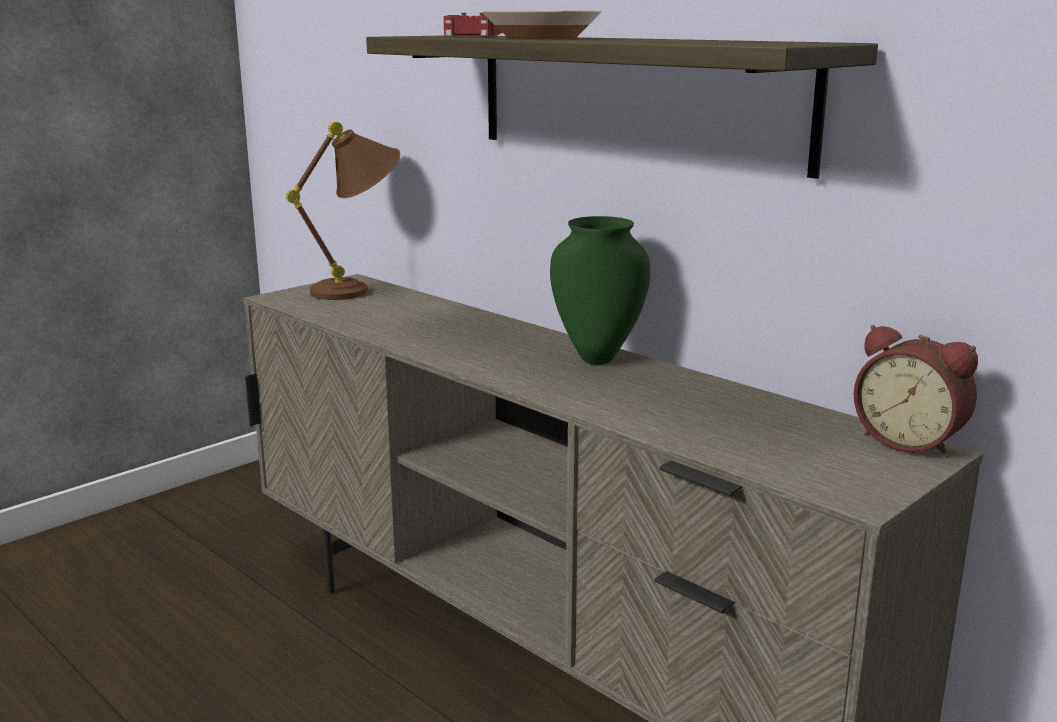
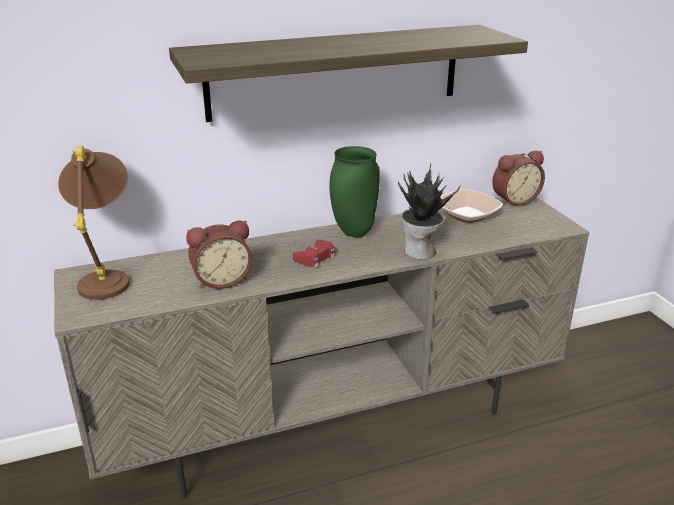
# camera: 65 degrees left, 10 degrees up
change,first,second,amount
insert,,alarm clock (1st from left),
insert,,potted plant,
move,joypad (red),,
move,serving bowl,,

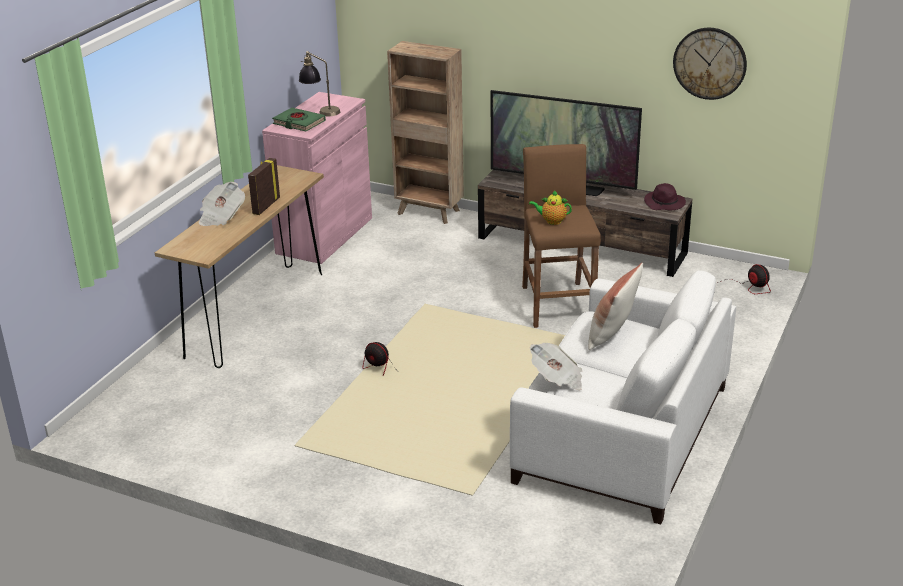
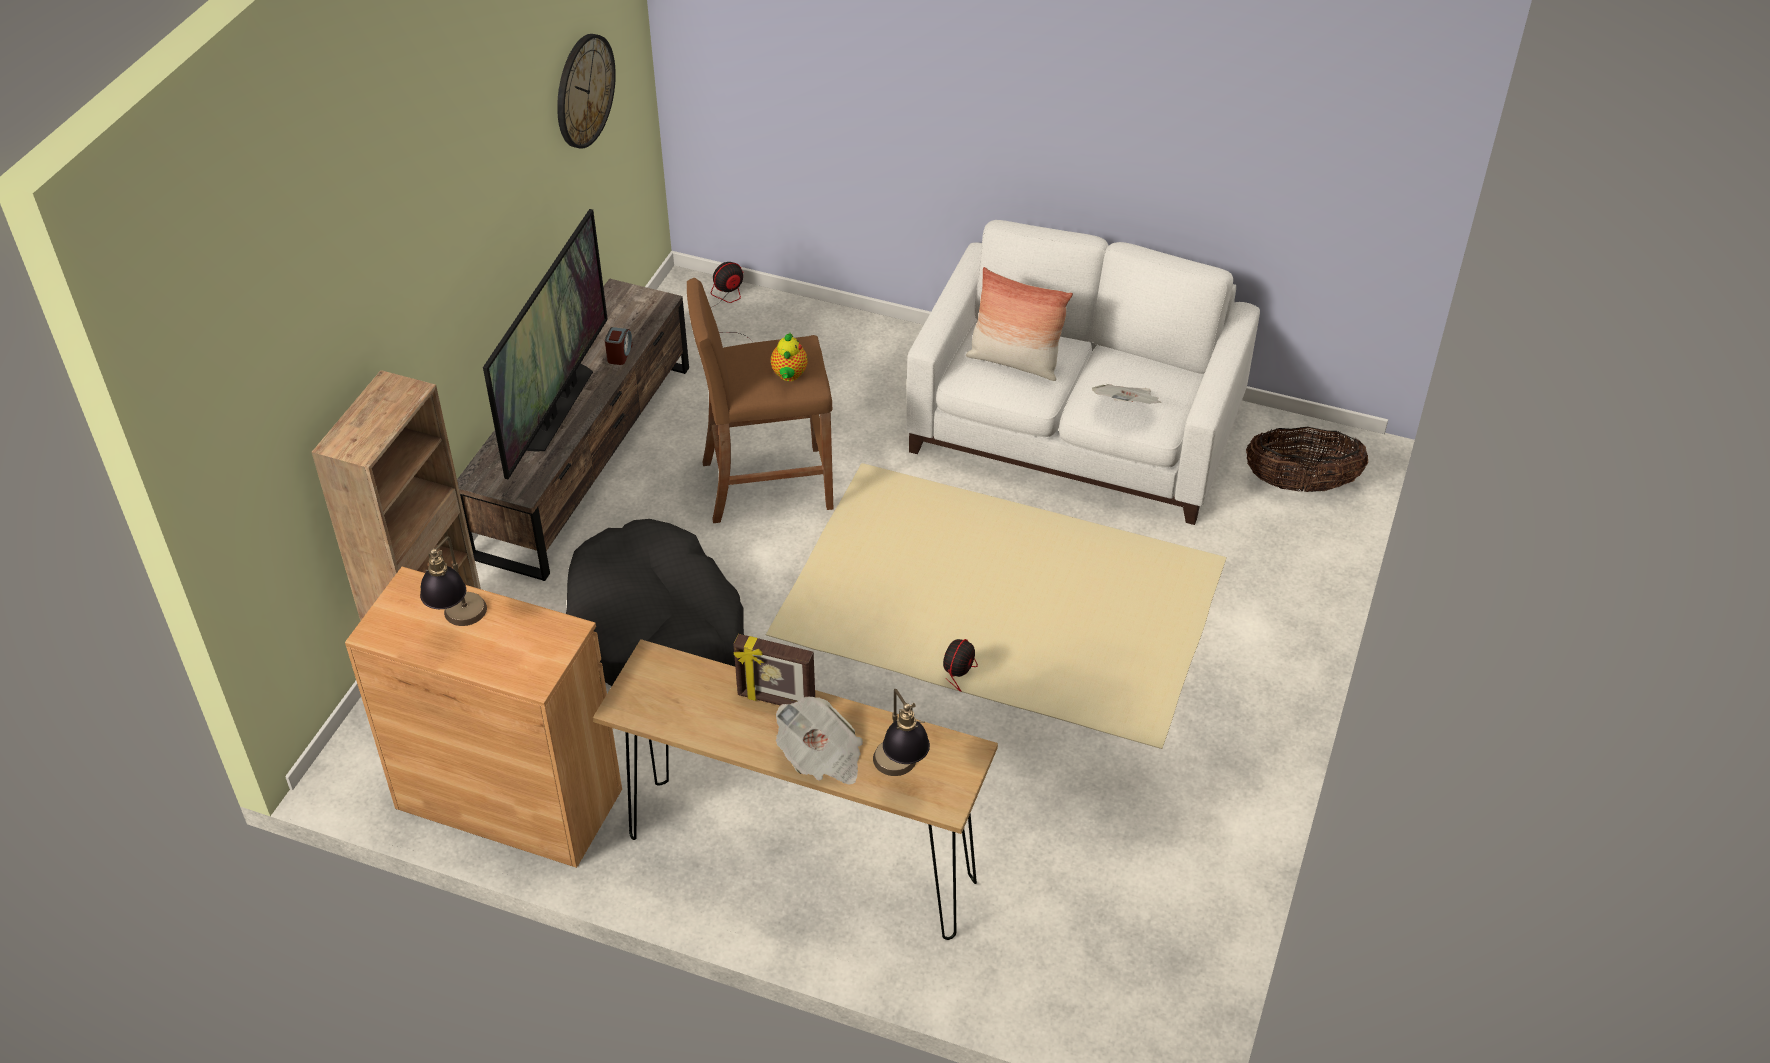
# camera: 95 degrees left, 15 degrees up
change,first,second,amount
delete,volume (greenish),,
delete,clothing hat (purple-coloured),,
insert,,pet bed (blackish),
insert,,alarm clock,
insert,,table lamp (2nd from left),
insert,,storage basket,
recolor,cupboard (pinkish),cupboard (brown),

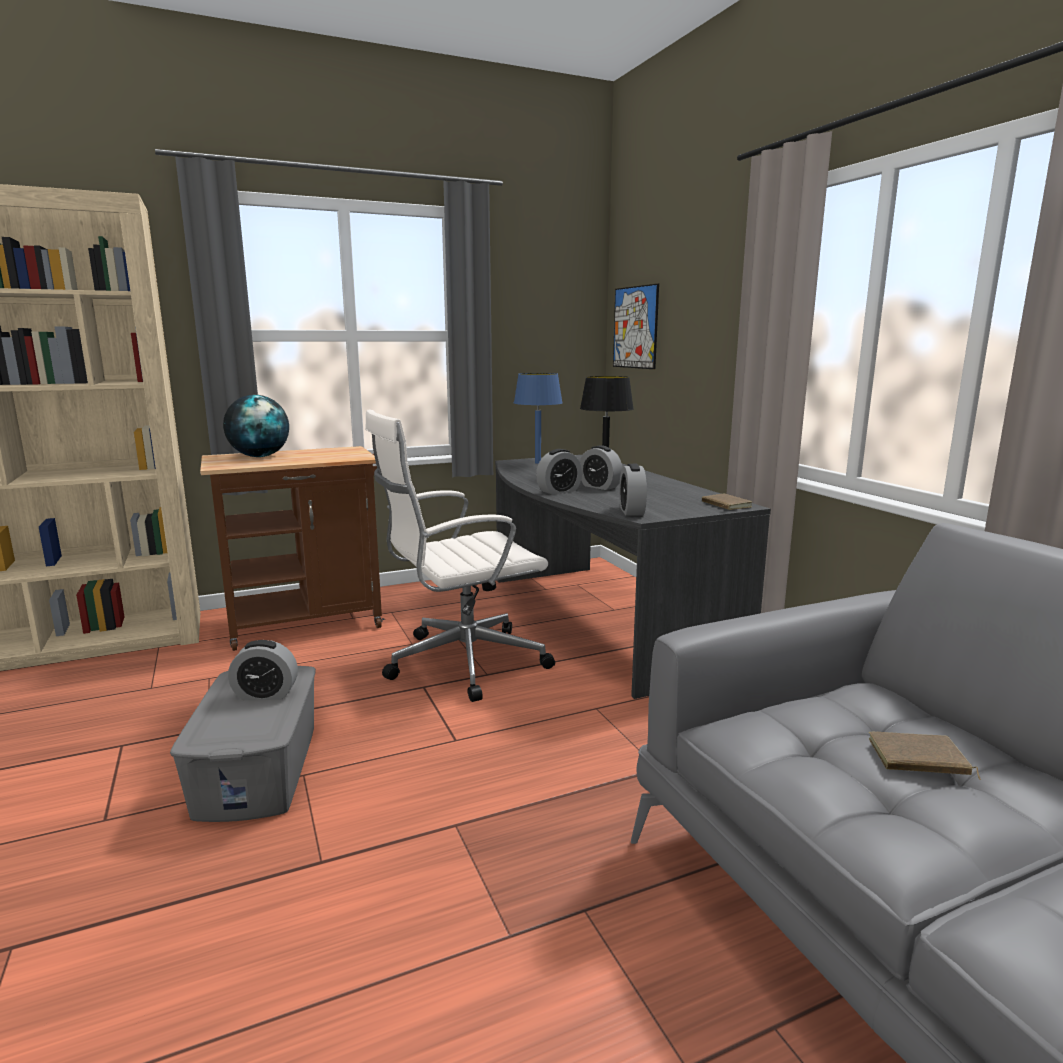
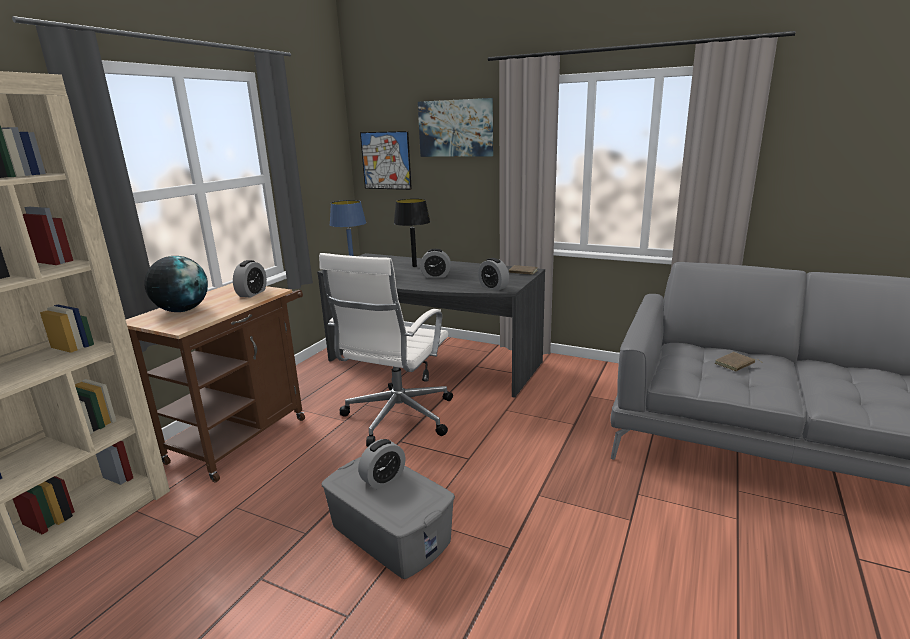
# camera: 40 degrees left, 5 degrees up
change,first,second,amount
insert,,wall art (2nd from left),
move,alarm clock (2nd from left in the first image),alarm clock (1st from left),

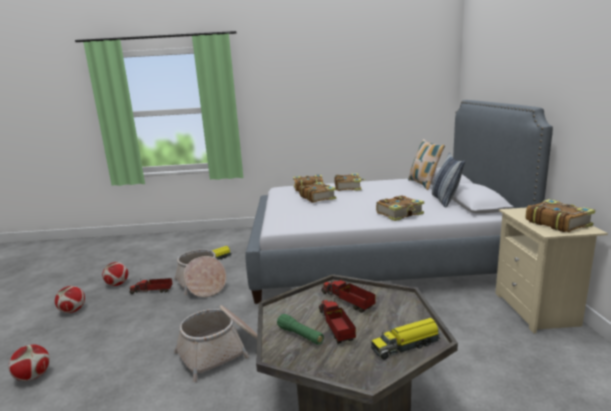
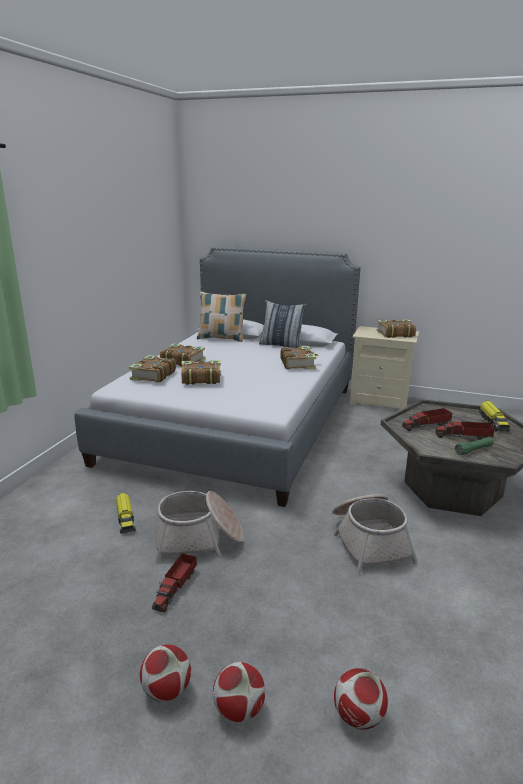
# camera: 70 degrees left, 5 degrees up
change,first,second,amount
move,ball for football (3rd from left in the first image),ball for football (2nd from left),

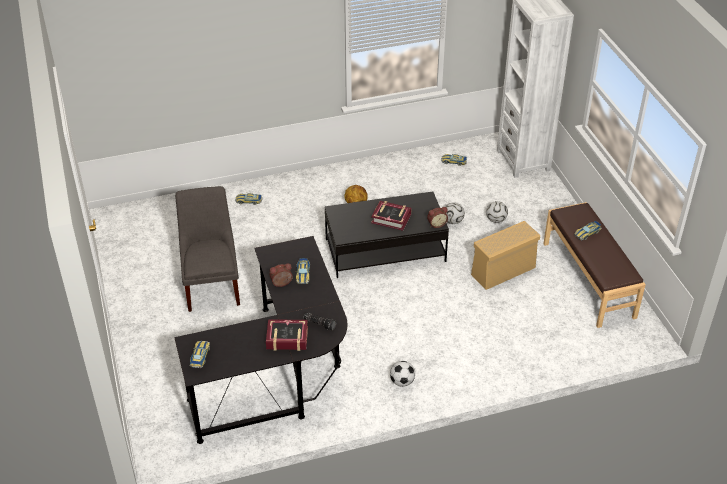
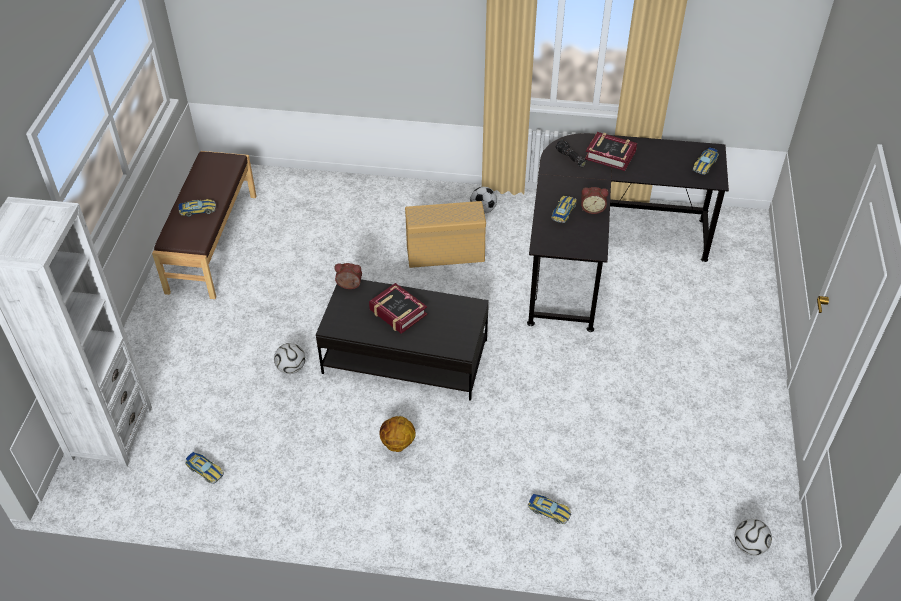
# camera: 155 degrees left, 5 degrees up
change,first,second,amount
delete,plain chair (gray),,
move,storage box (beige-coloured),,
move,ball for football (3rd from left),,

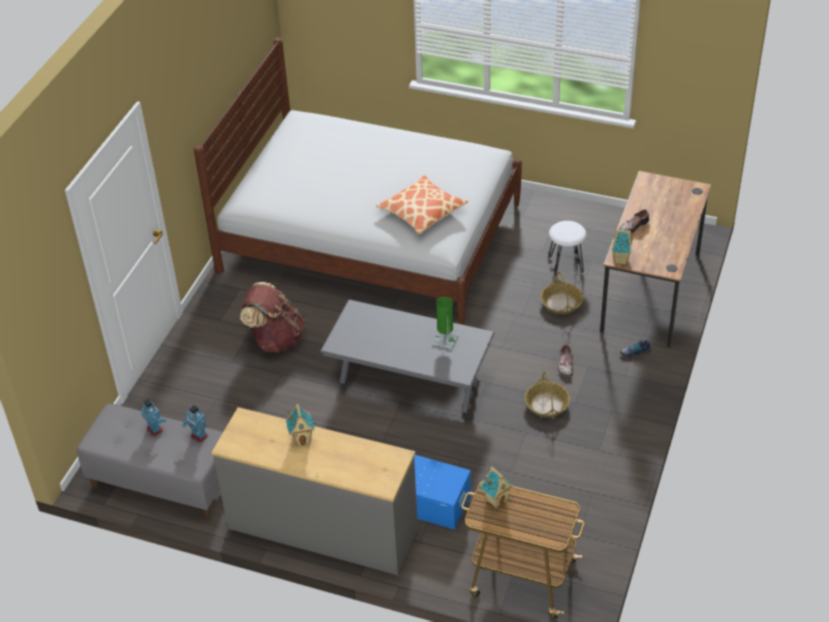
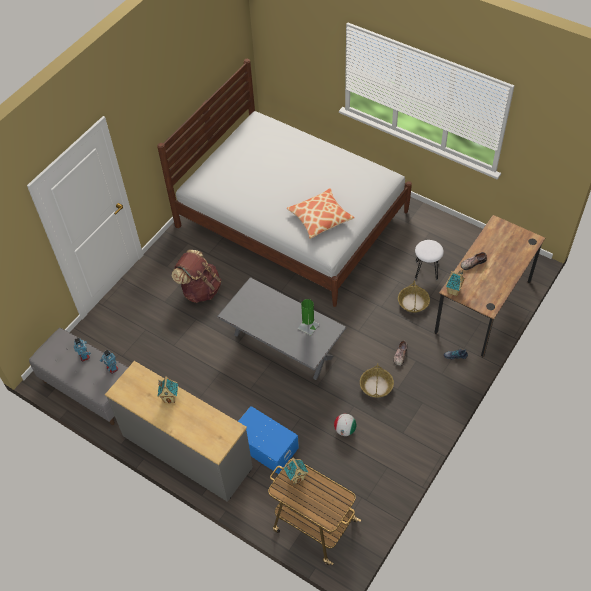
# camera: 15 degrees right, 10 degrees up
change,first,second,amount
insert,,ball for football,

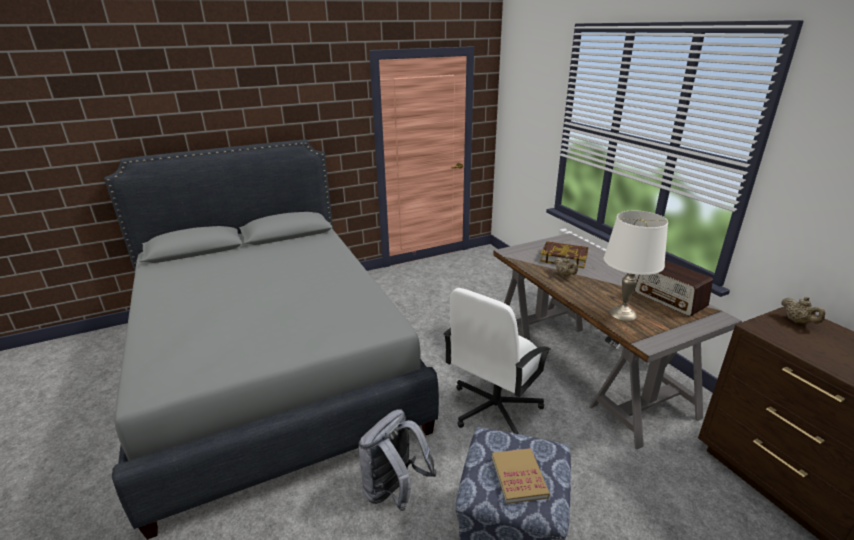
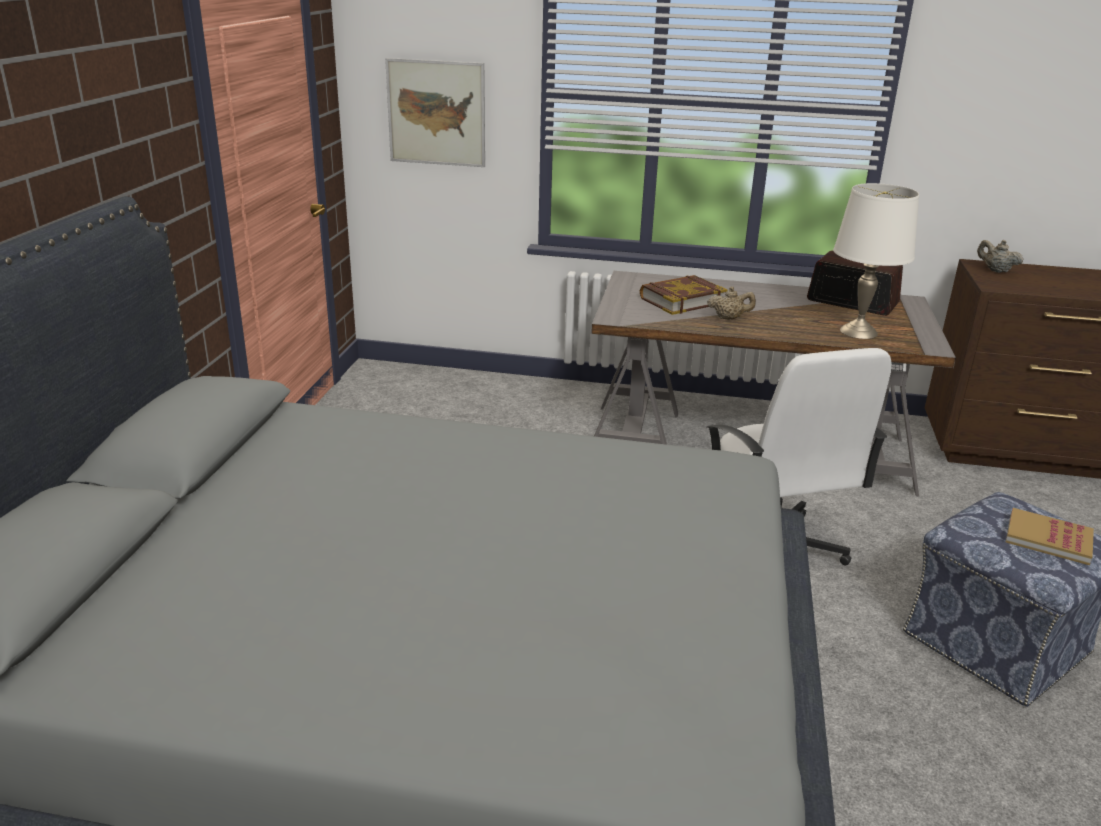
# camera: 55 degrees left, 0 degrees up
change,first,second,amount
delete,backpack (gray),,
insert,,wall art,
rotate,radio receiver,,150 degrees counterclockwise
rotate,teapot (beige-coloured) (2nd from left),,150 degrees counterclockwise

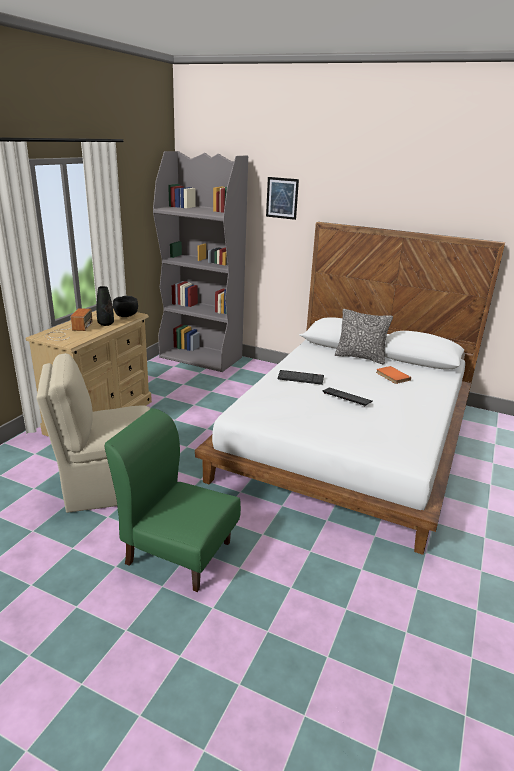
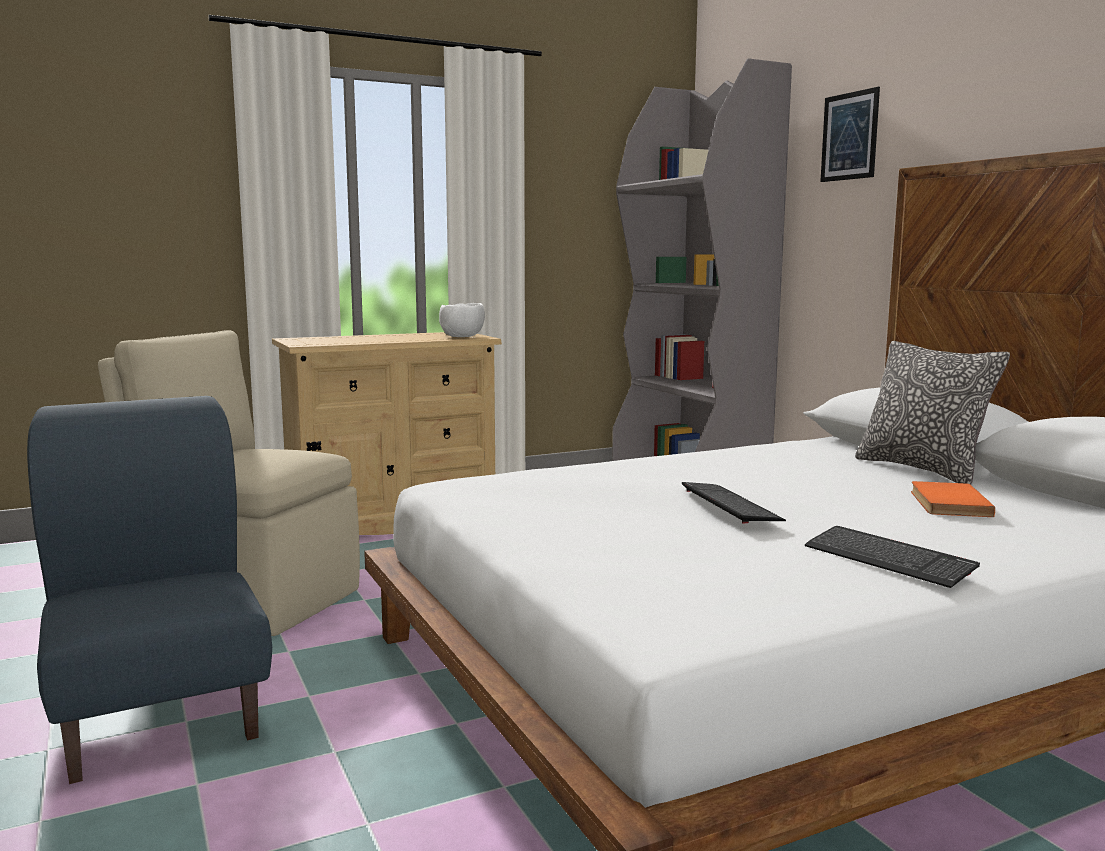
# camera: 40 degrees right, 15 degrees down
change,first,second,amount
delete,radio receiver,,
delete,vase (blackish),,
move,PC keyboard (1st from left in the first image),PC keyboard (2nd from left),
recolor,plain chair (greenish),plain chair (blue),
recolor,serving bowl (blackish),serving bowl (white-coloured),

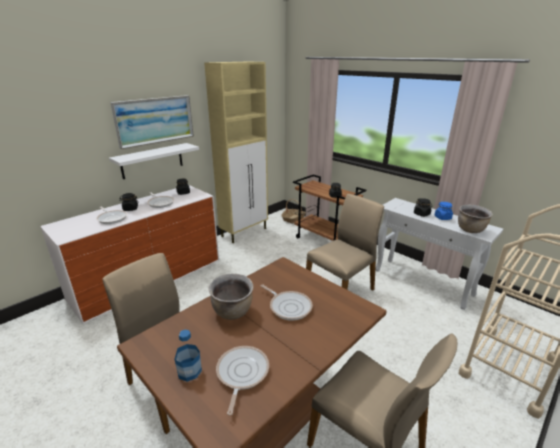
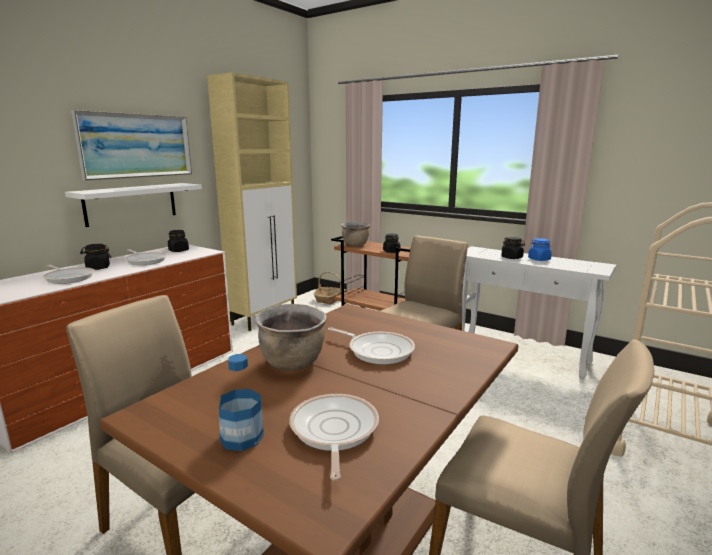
# camera: 10 degrees left, 10 degrees down
change,first,second,amount
move,saucepot (brown) (2nd from left),,

